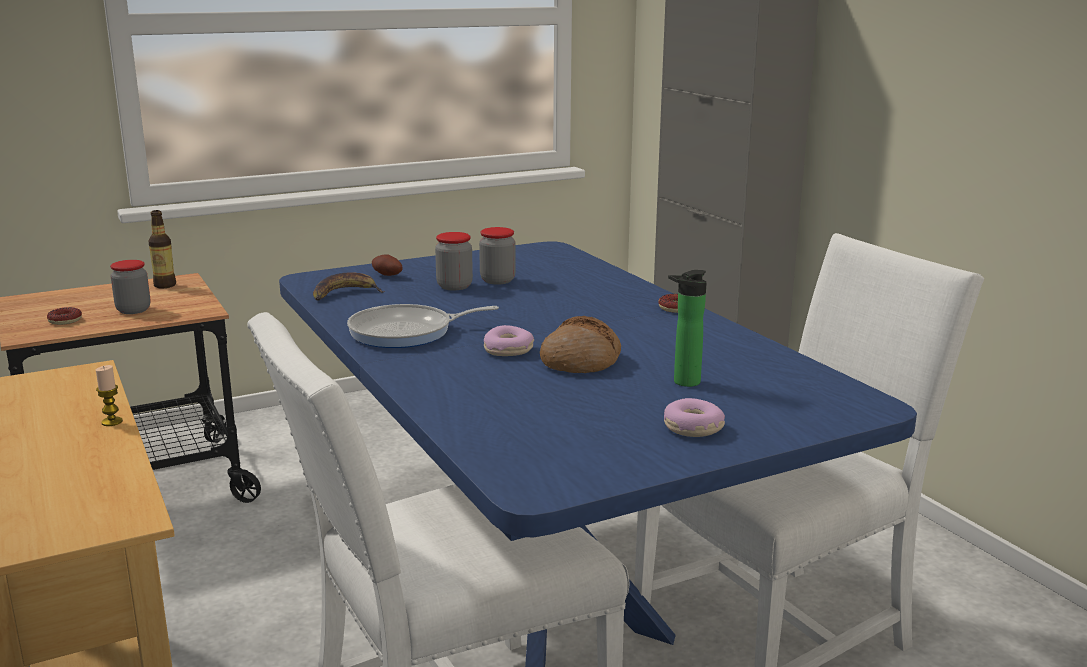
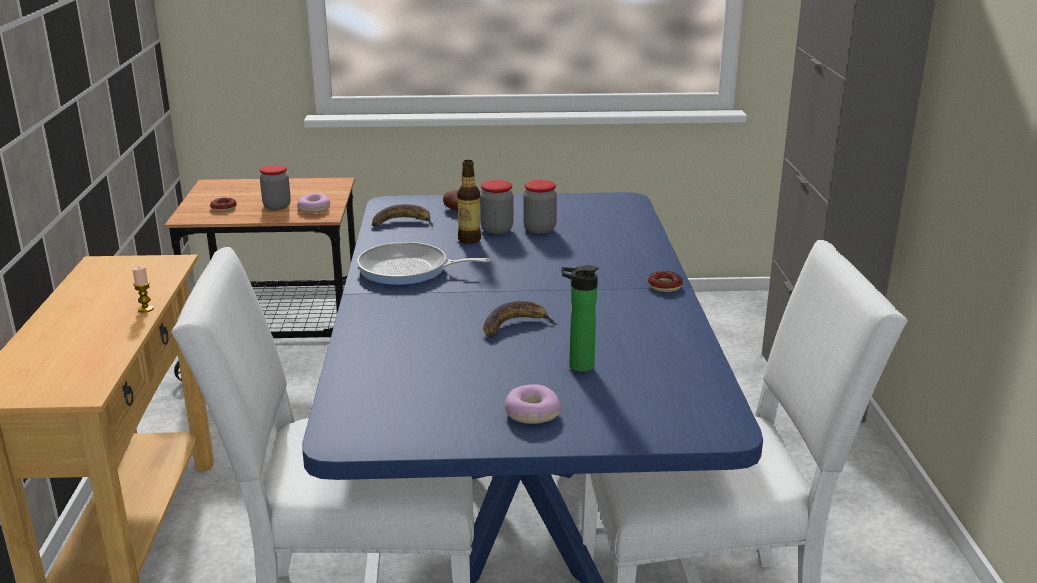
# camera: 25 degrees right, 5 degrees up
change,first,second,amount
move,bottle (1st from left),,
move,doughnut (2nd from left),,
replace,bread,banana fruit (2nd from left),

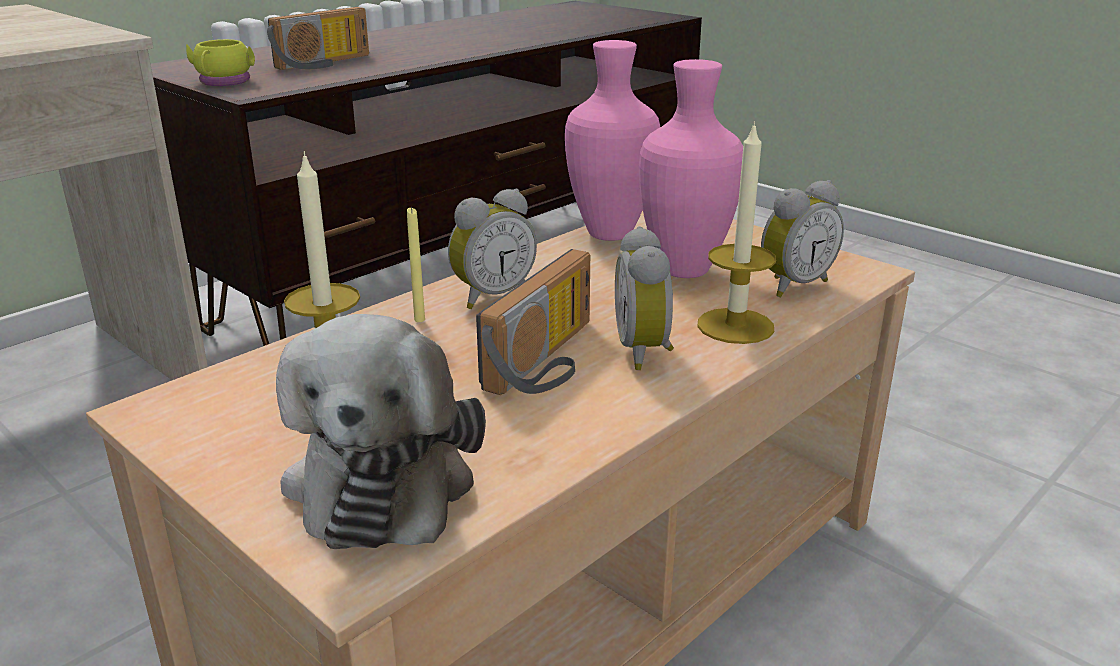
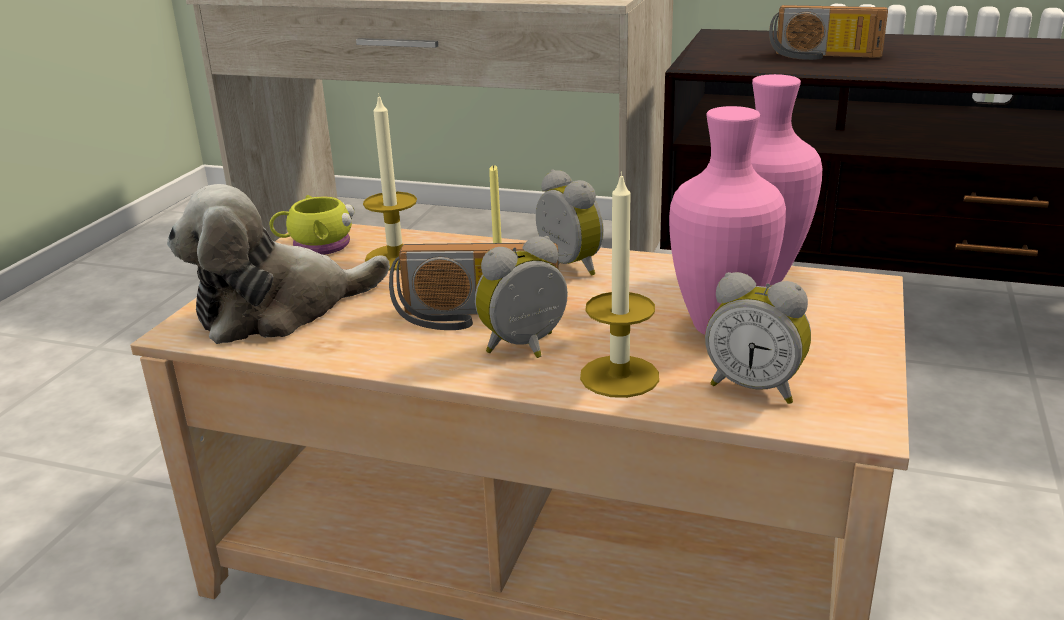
# camera: 65 degrees right, 0 degrees up
change,first,second,amount
move,coffee mug (yellow),,
rotate,alarm clock (1st from left in the first image),alarm clock (2nd from left),150 degrees counterclockwise

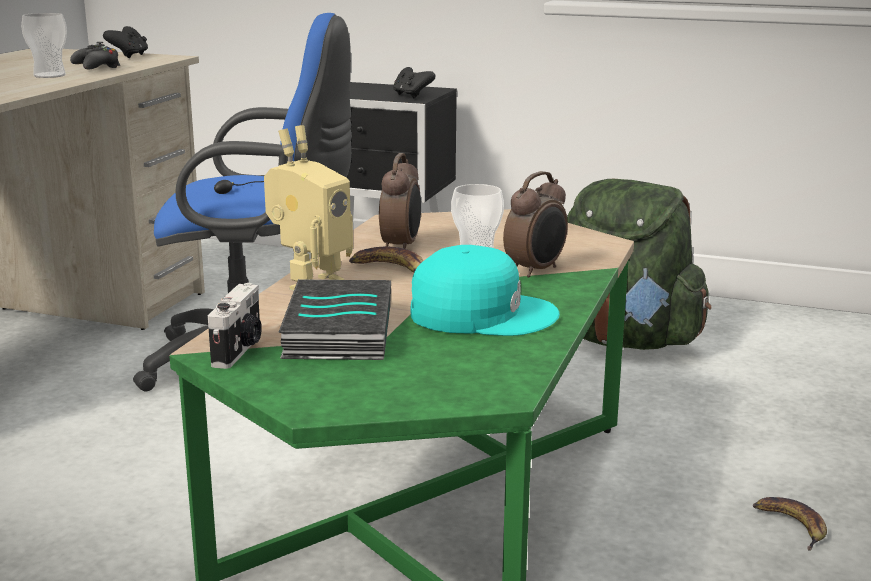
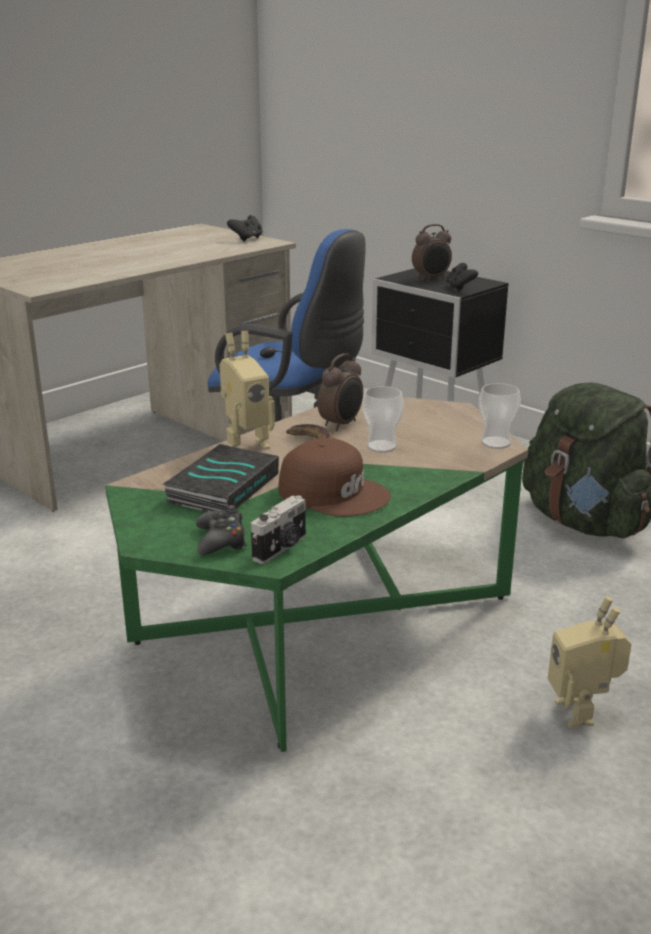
# camera: 25 degrees right, 5 degrees up
change,first,second,amount
move,cup (1st from left in the first image),cup (2nd from left),
move,joypad (blackish) (1st from left),,
move,still camera,,
move,alarm clock (2nd from left),,
replace,banana fruit (2nd from left),robot figure (2nd from left),
recolor,cap (turquoise-coloured),cap (brown),

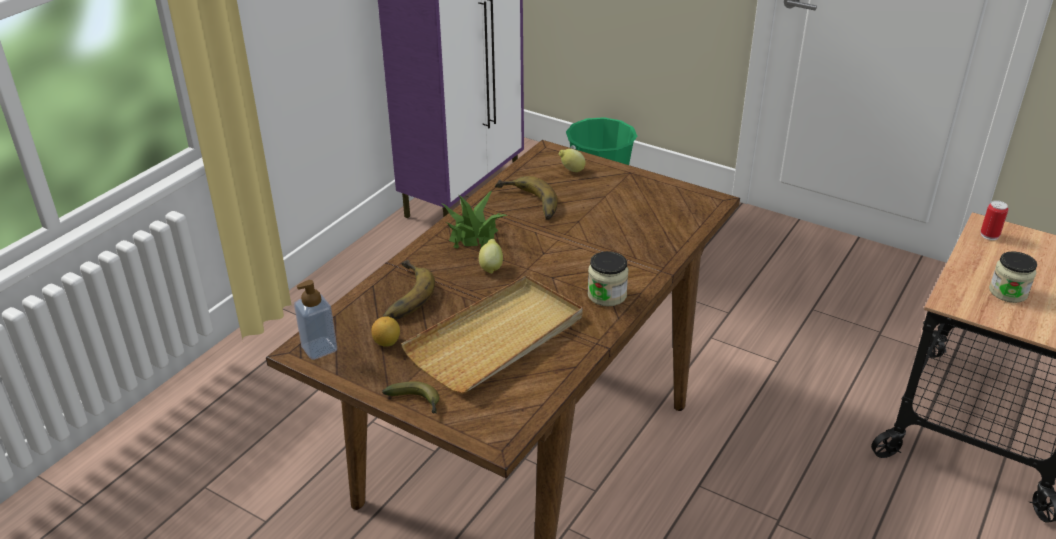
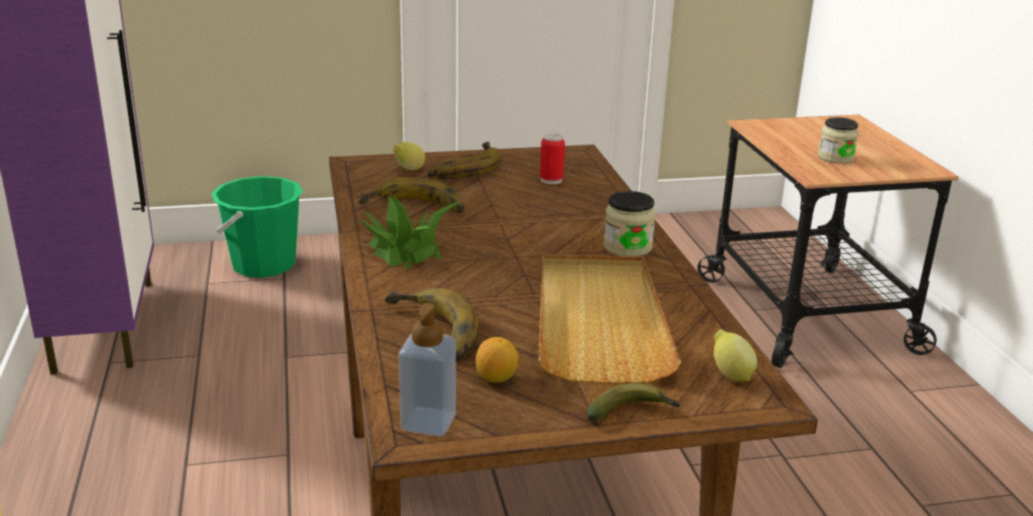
# camera: 45 degrees left, 10 degrees down
change,first,second,amount
insert,,banana fruit (3rd from left),
move,whole lemon (2nd from left in the first image),whole lemon (3rd from left),
move,metal can,,

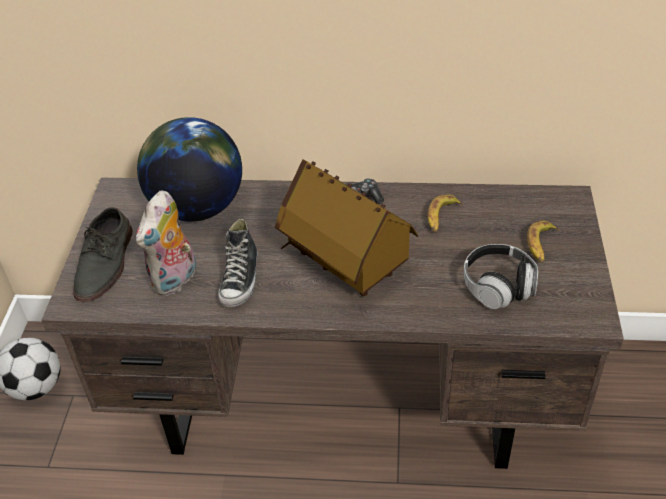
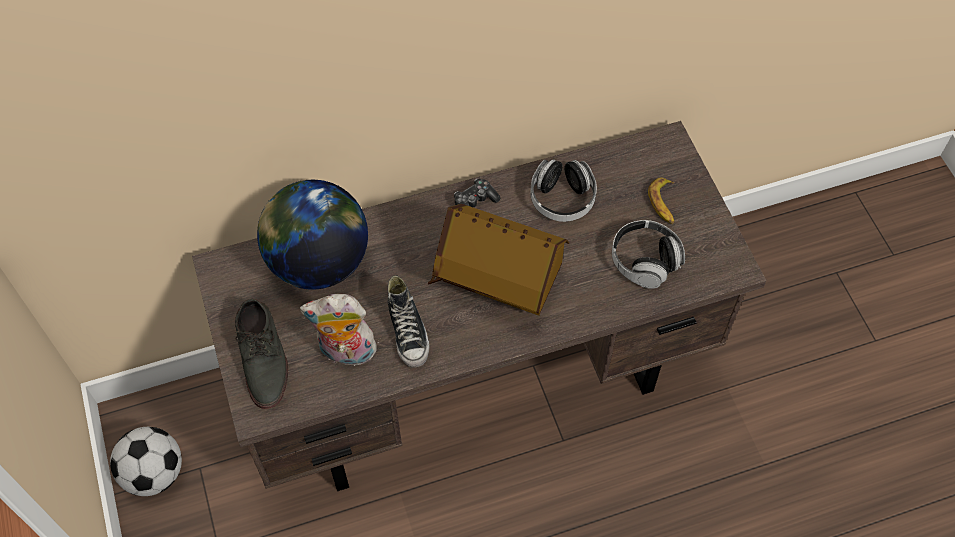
# camera: 25 degrees left, 15 degrees up
change,first,second,amount
replace,banana fruit (1st from left),pair of headphones (1st from left),
rotate,plush toy,,90 degrees clockwise

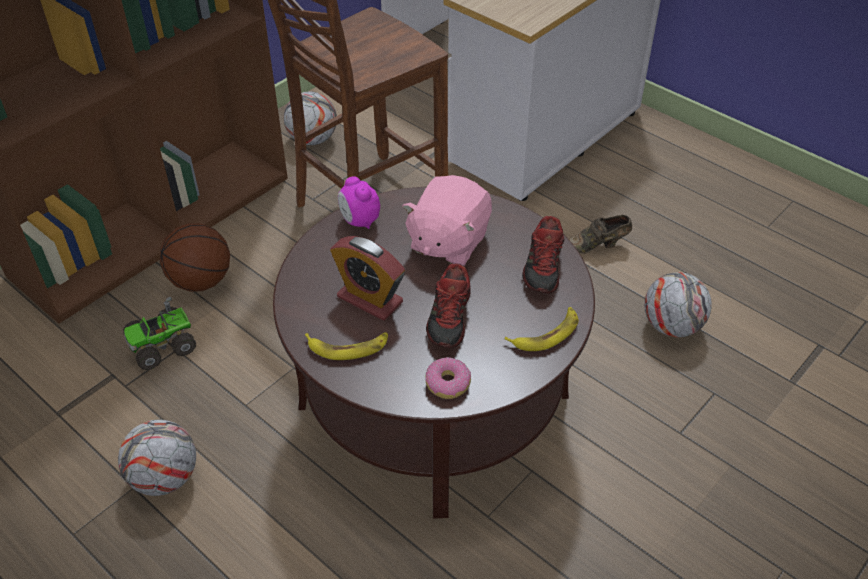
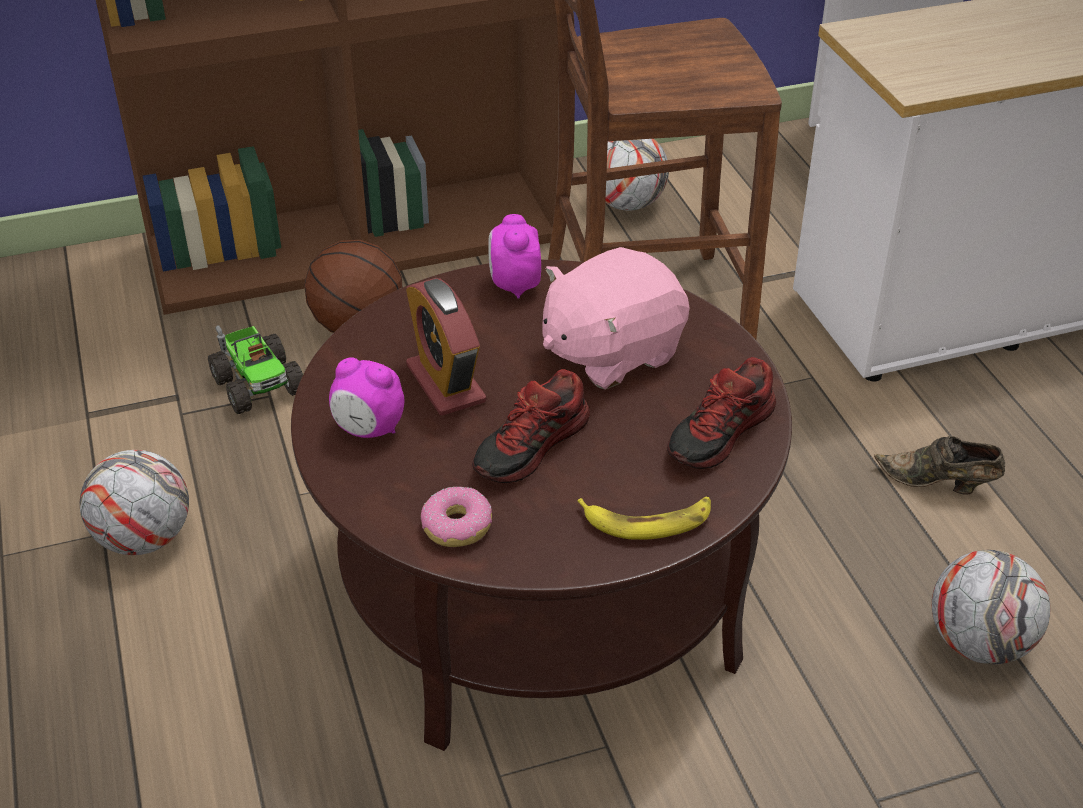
# camera: 30 degrees right, 5 degrees down
change,first,second,amount
replace,banana fruit (1st from left),alarm clock (1st from left),
rotate,model truck,,120 degrees counterclockwise

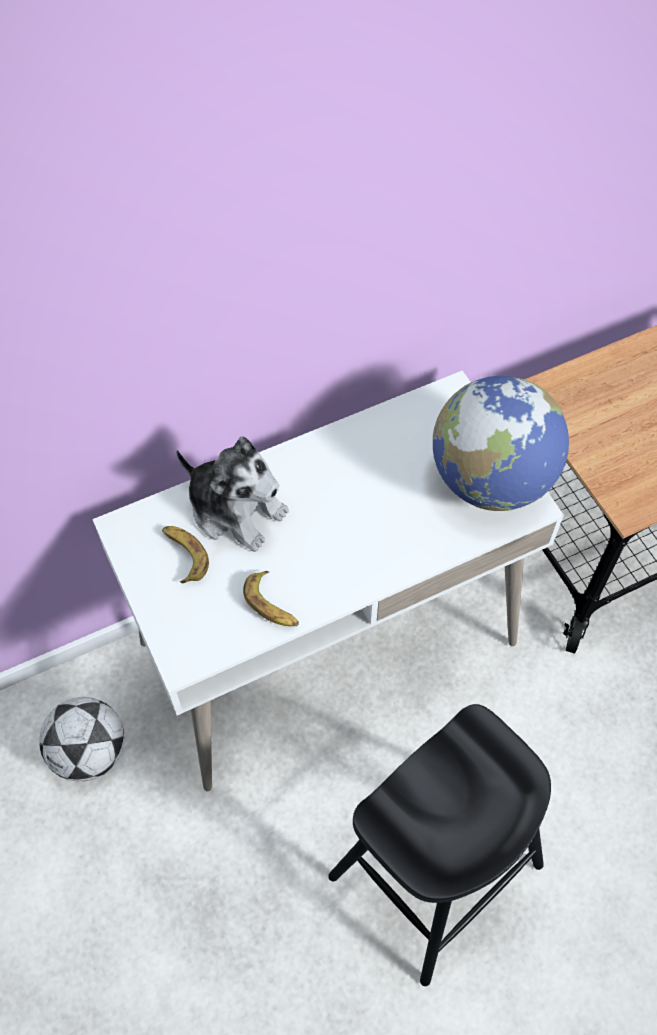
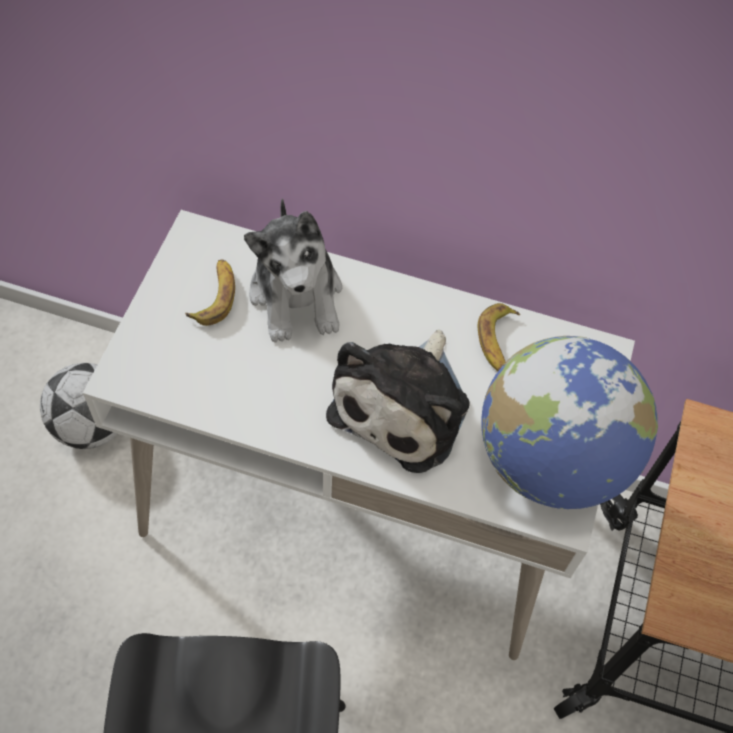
# camera: 40 degrees right, 0 degrees up
change,first,second,amount
insert,,plush toy (2nd from left),
move,banana fruit (2nd from left),,

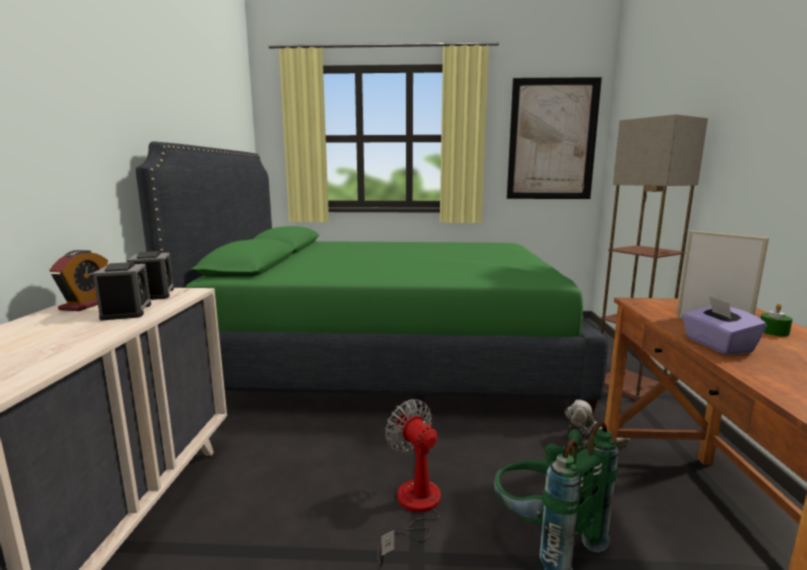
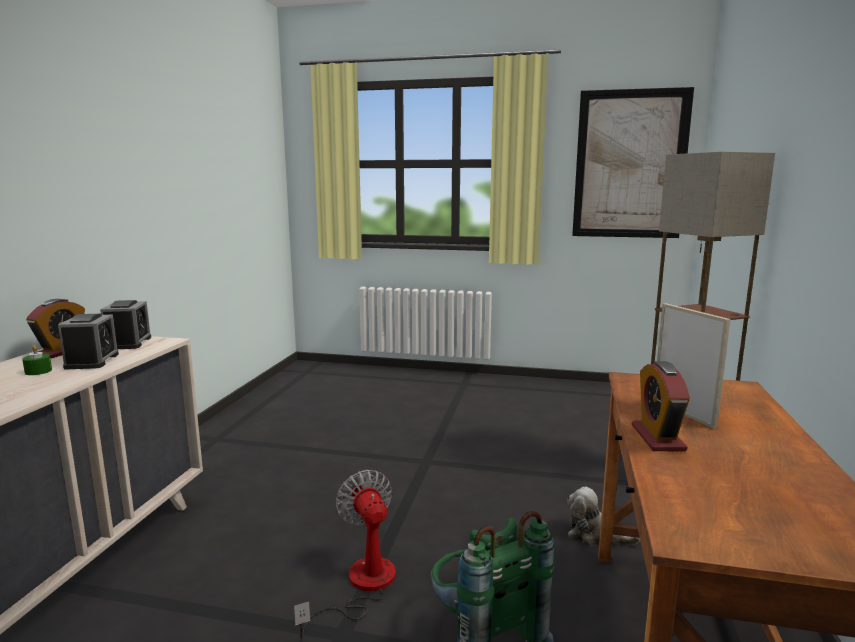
# camera: 10 degrees right, 0 degrees up
change,first,second,amount
delete,bedroom bed (greenish),,
move,candle (greenish),,
replace,tissue box (purple-coloured),alarm clock (4th from left),

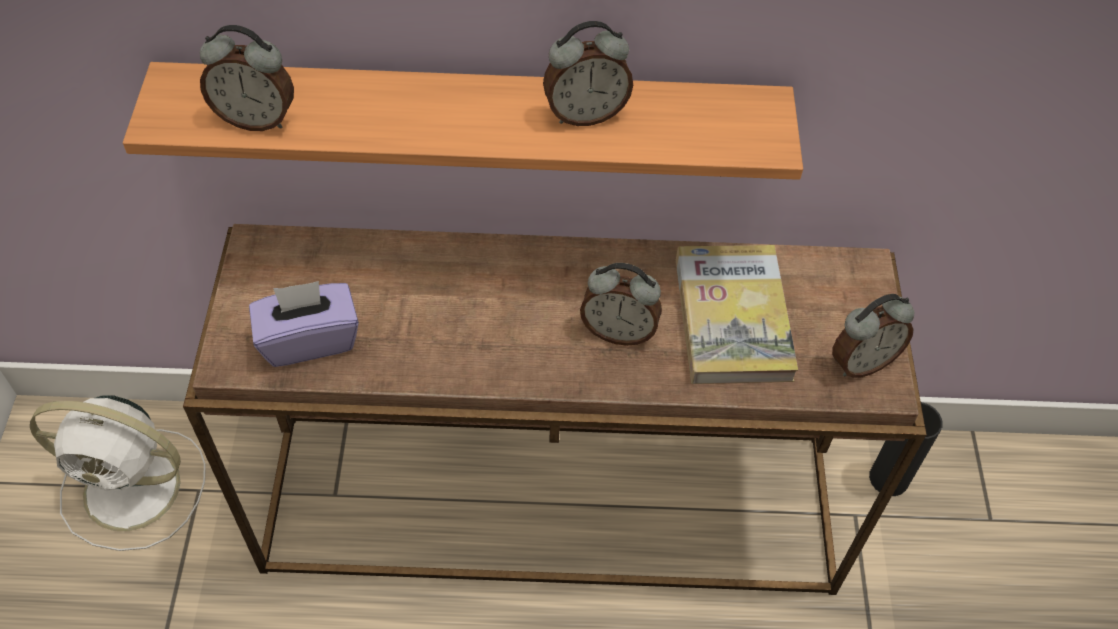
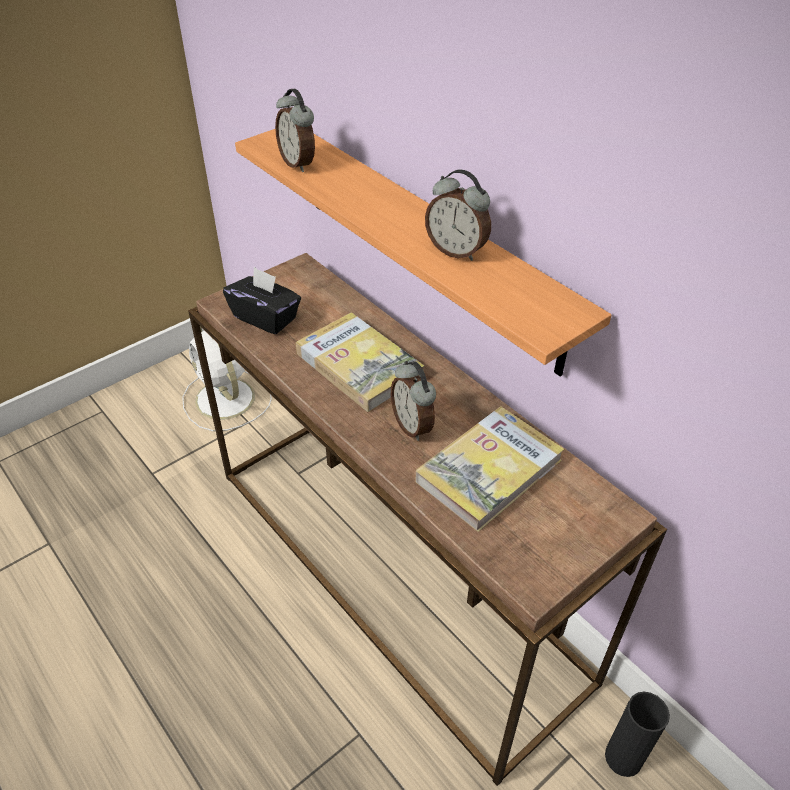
# camera: 50 degrees right, 10 degrees down
change,first,second,amount
delete,alarm clock (4th from left),,
insert,,volume (1st from left),
recolor,tissue box (purple-coloured),tissue box (blackish),

